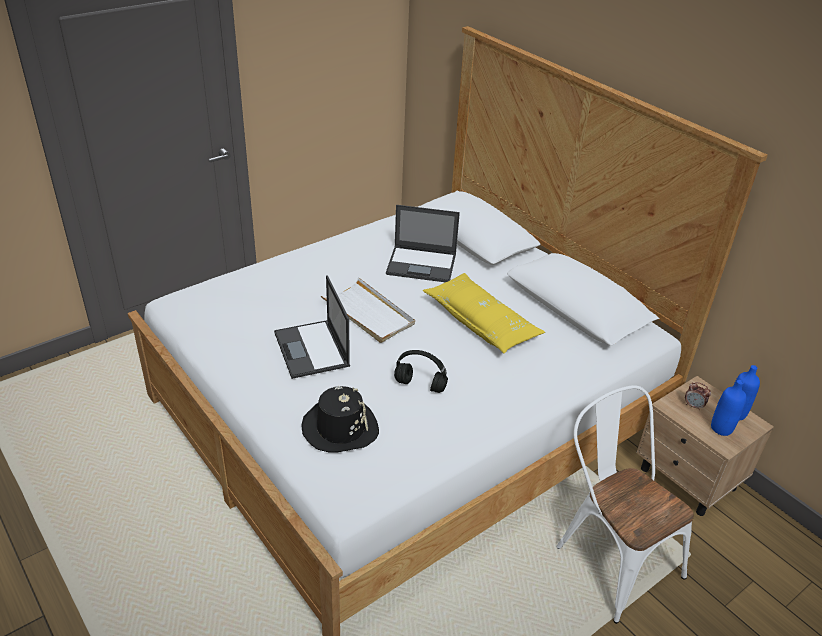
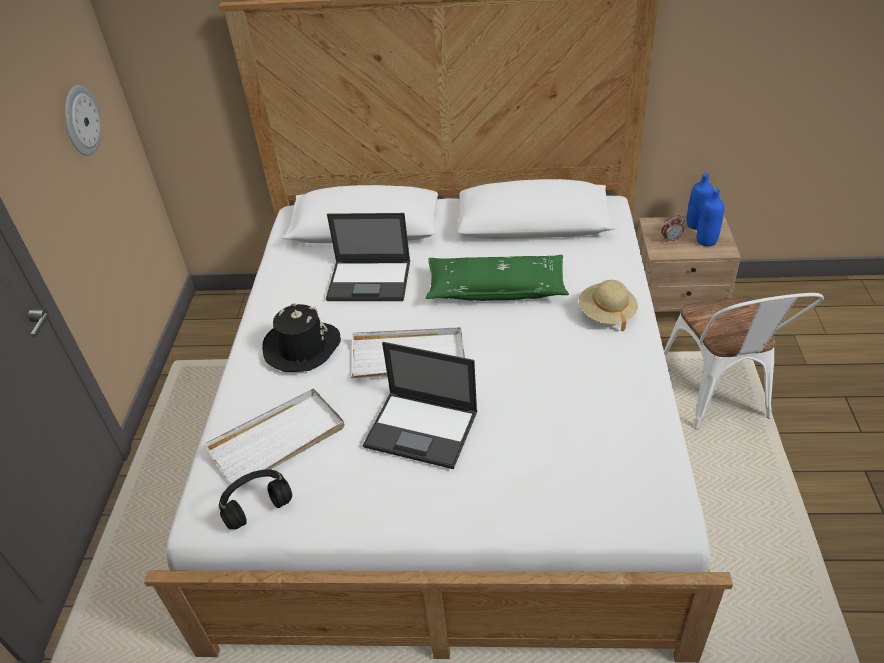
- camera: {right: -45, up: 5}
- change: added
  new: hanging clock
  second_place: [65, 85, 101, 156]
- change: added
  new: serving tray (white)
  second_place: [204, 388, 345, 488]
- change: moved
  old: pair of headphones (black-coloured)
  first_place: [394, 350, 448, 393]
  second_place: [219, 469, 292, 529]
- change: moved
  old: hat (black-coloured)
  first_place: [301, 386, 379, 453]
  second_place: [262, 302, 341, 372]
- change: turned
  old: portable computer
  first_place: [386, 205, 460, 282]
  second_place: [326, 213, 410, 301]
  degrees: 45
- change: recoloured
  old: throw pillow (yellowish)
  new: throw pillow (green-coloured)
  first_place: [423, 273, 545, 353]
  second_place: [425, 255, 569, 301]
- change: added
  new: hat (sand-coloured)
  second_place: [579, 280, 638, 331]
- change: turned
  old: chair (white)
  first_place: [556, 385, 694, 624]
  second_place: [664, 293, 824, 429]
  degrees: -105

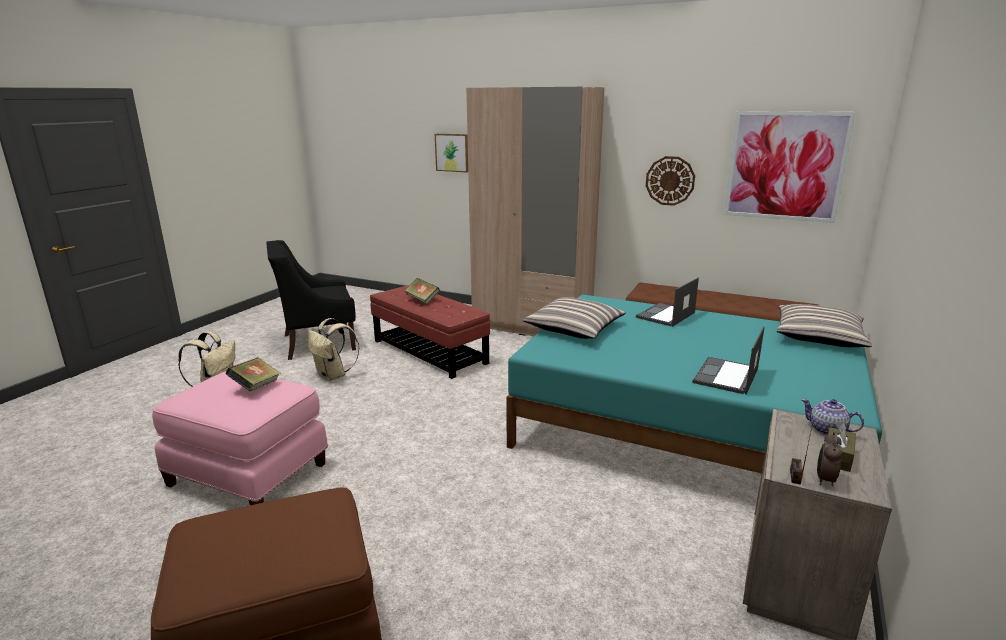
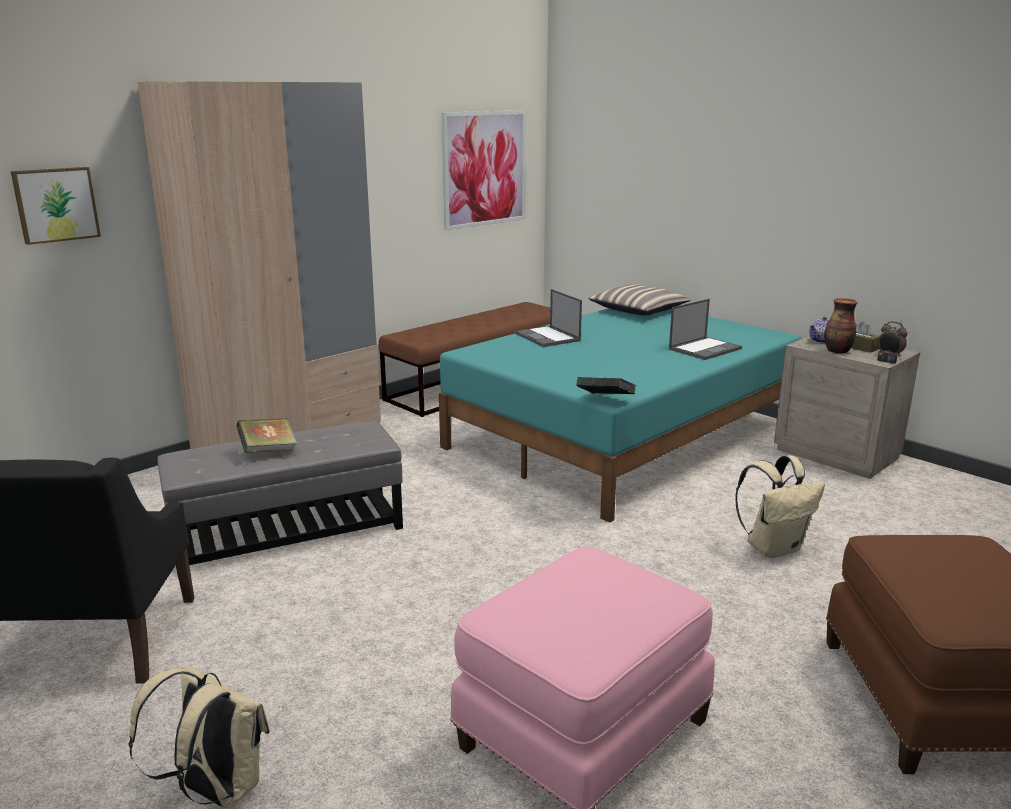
- camera: {right: -70, up: 0}
- change: recoloured
  old: footrest (red-coloured)
  new: footrest (greyish)
  first_place: [370, 285, 490, 379]
  second_place: [158, 421, 403, 565]
- change: moved
  old: book
  first_place: [226, 357, 281, 391]
  second_place: [576, 377, 636, 394]
- change: turned
  old: portable computer
  first_place: [692, 326, 765, 395]
  second_place: [669, 299, 742, 360]
  degrees: -90
- change: moved
  old: knapsack (sand-coloured)
  first_place: [308, 318, 359, 381]
  second_place: [735, 455, 825, 558]
- change: added
  new: vase
  second_place: [824, 298, 858, 354]
- change: removed
  old: throw pillow
  first_place: [522, 297, 626, 339]
- change: removed
  old: hanging clock
  first_place: [646, 156, 695, 206]

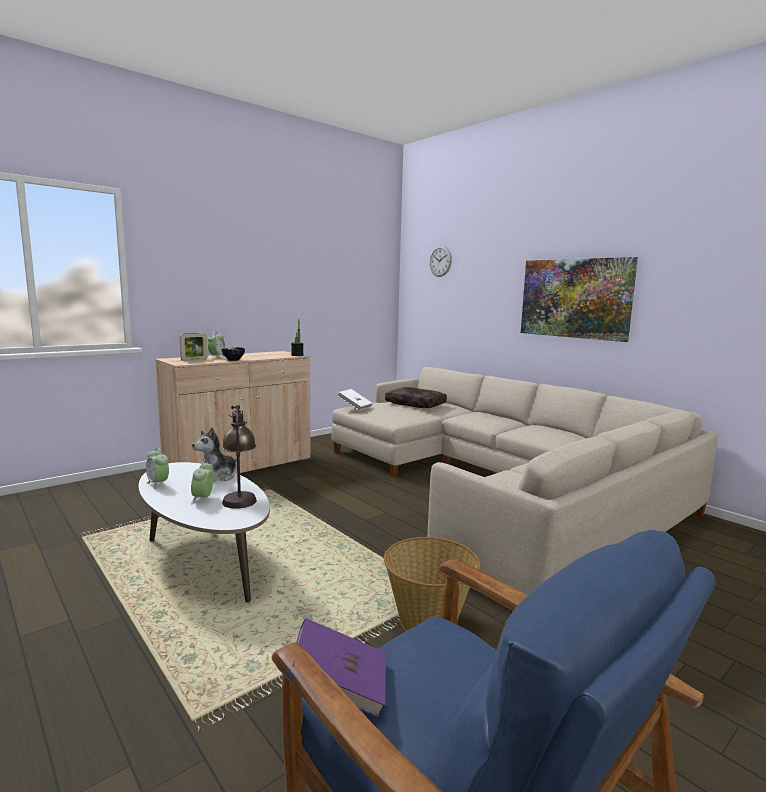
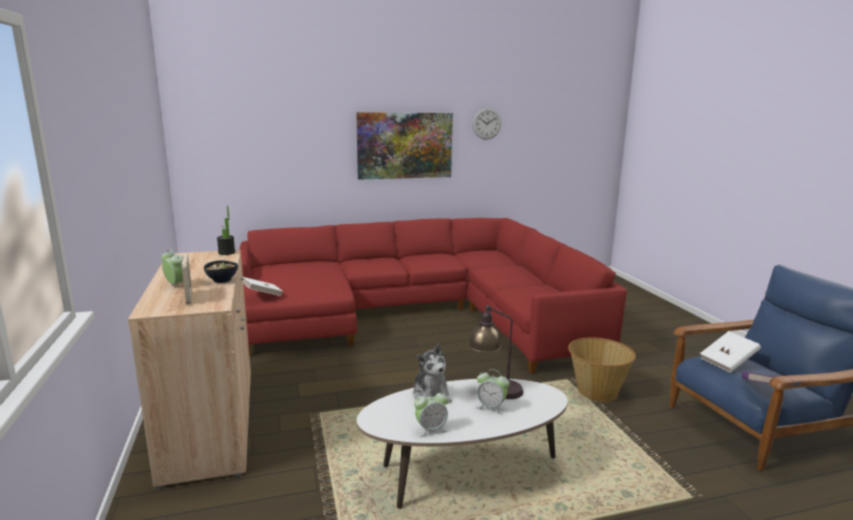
- camera: {right: -65, up: 5}
- change: recoloured
  old: sofa (sand-coloured)
  new: sofa (red-coloured)
  first_place: [331, 367, 718, 595]
  second_place: [239, 218, 627, 374]
- change: moved
  old: hanging clock
  first_place: [429, 246, 452, 277]
  second_place: [472, 108, 501, 140]
- change: added
  new: book (white)
  second_place: [700, 331, 761, 373]
- change: removed
  old: throw pillow (brown)
  first_place: [385, 387, 447, 408]

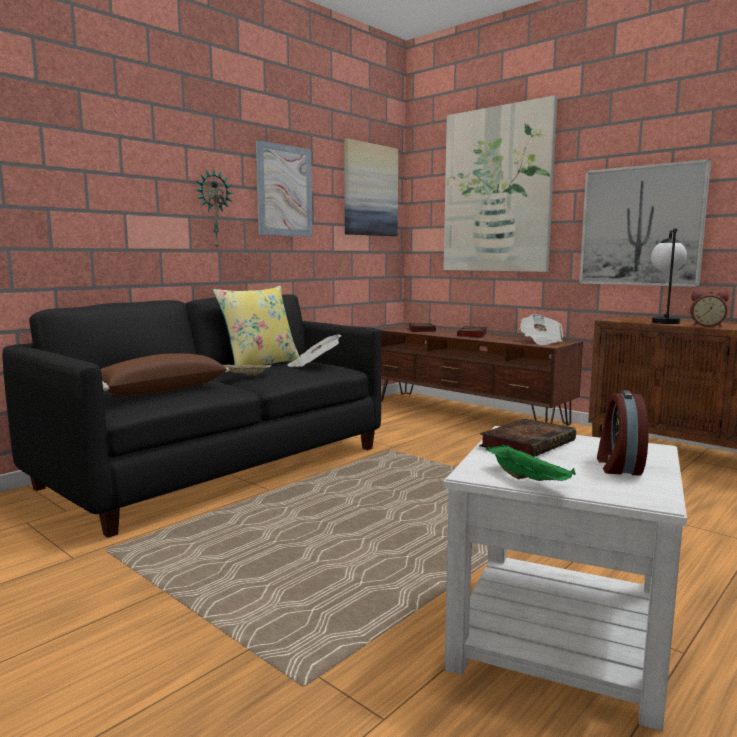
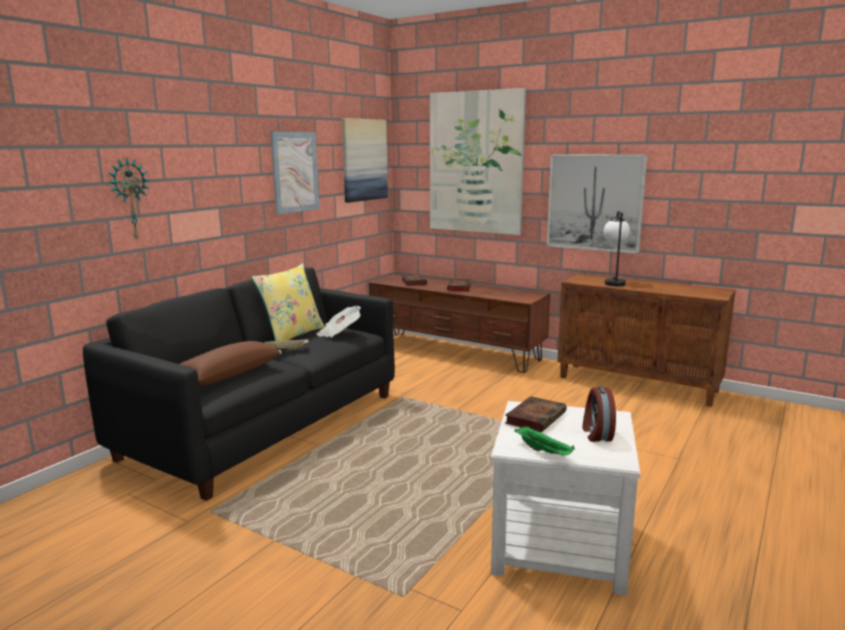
- camera: {right: -10, up: 5}
- change: moved
  old: hanging clock
  first_place: [196, 170, 232, 247]
  second_place: [108, 157, 150, 240]
- change: removed
  old: printed paper
  first_place: [520, 314, 563, 345]
- change: removed
  old: bedside clock
  first_place: [690, 291, 729, 327]

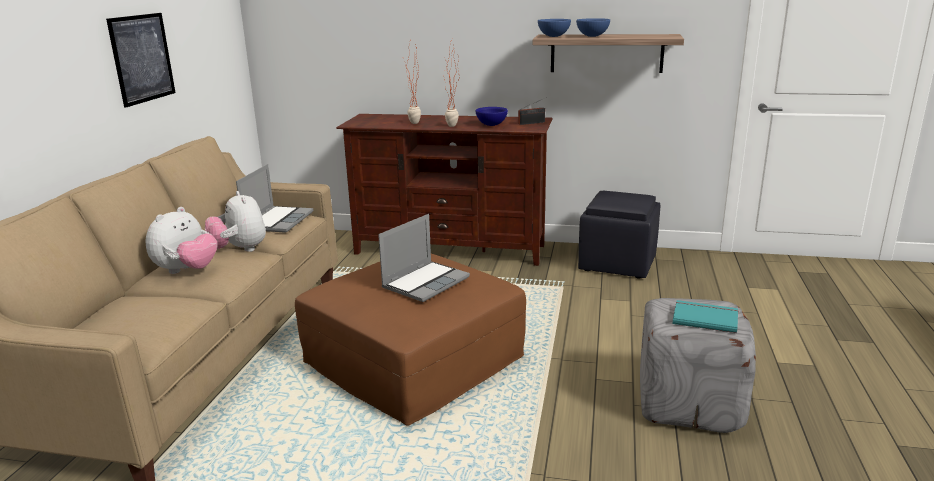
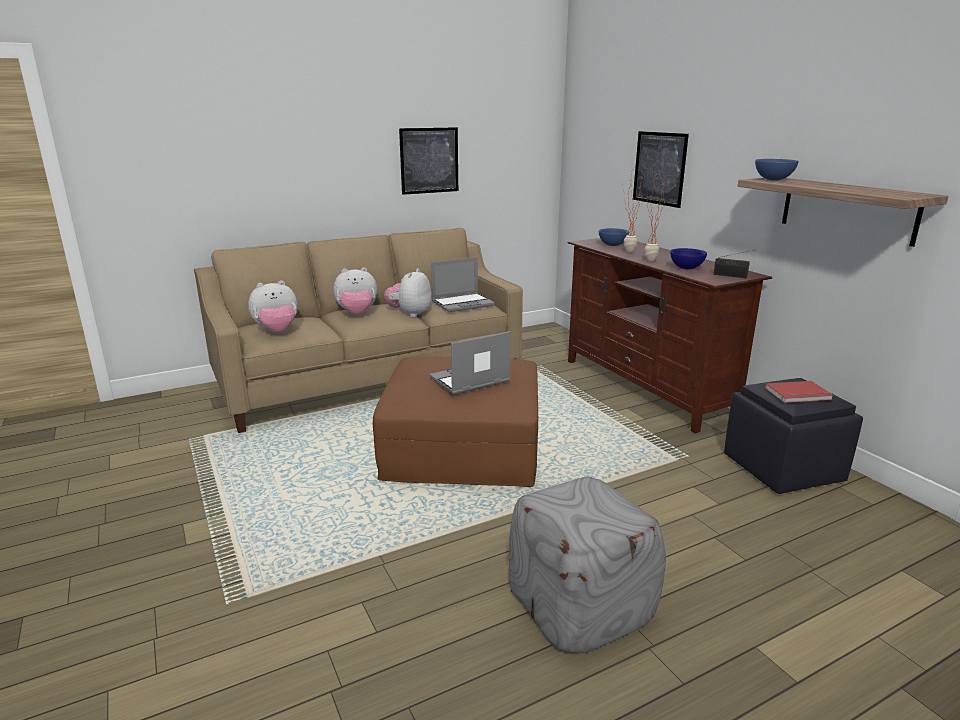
- camera: {right: 50, up: 0}
- change: added
  new: plush toy
  second_place: [248, 281, 297, 332]
- change: turned
  old: portable computer
  first_place: [378, 214, 470, 302]
  second_place: [429, 331, 511, 395]
  degrees: 150
- change: moved
  old: bowl (blue-coloured)
  first_place: [576, 18, 610, 37]
  second_place: [599, 228, 629, 246]
- change: added
  new: picture
  second_place: [633, 131, 689, 208]
- change: added
  new: book (red-coloured)
  second_place: [765, 381, 833, 403]
- change: removed
  old: book (turquoise)
  first_place: [673, 300, 738, 333]

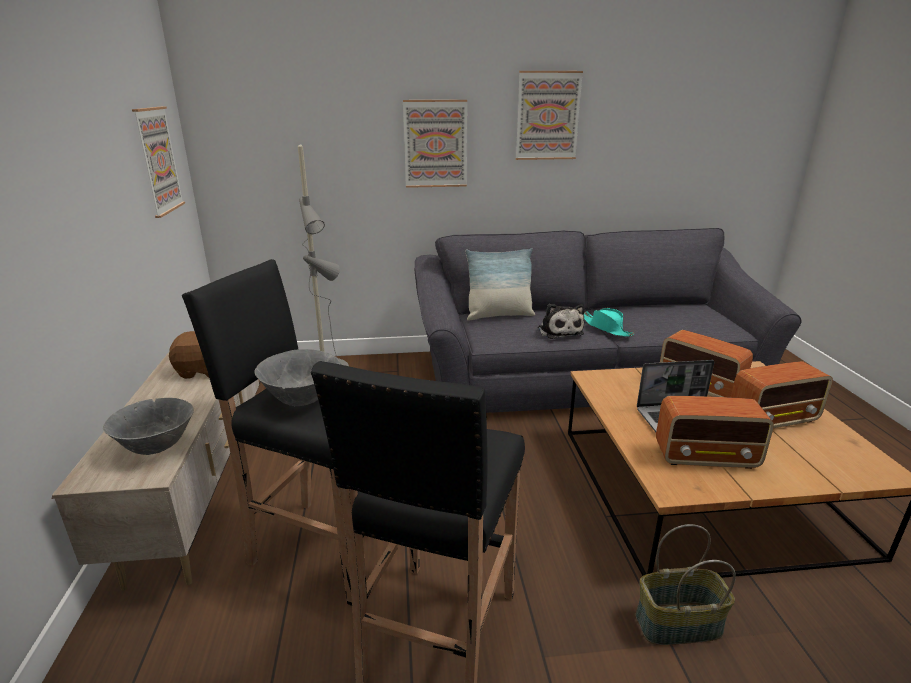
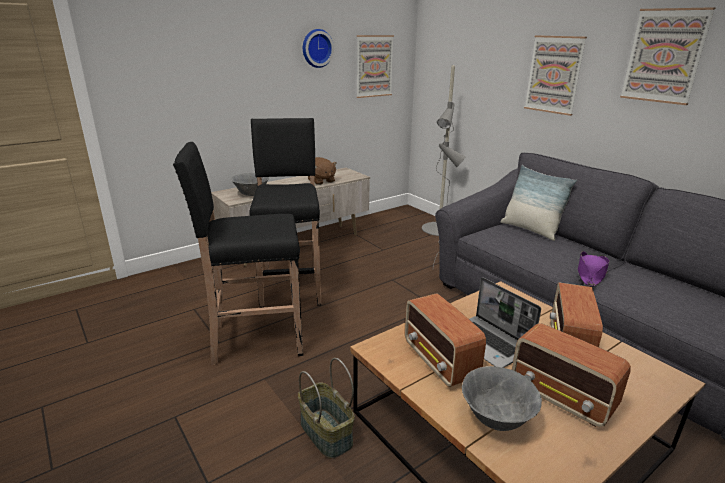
- camera: {right: 60, up: 0}
- change: added
  new: hanging clock
  second_place: [303, 29, 334, 68]
- change: moved
  old: bowl (greyish)
  first_place: [255, 349, 340, 406]
  second_place: [462, 366, 542, 431]
- change: recoloured
  old: hat (turquoise)
  new: hat (purplish)
  first_place: [584, 308, 634, 337]
  second_place: [578, 251, 609, 286]
- change: removed
  old: plush toy
  first_place: [538, 304, 585, 339]

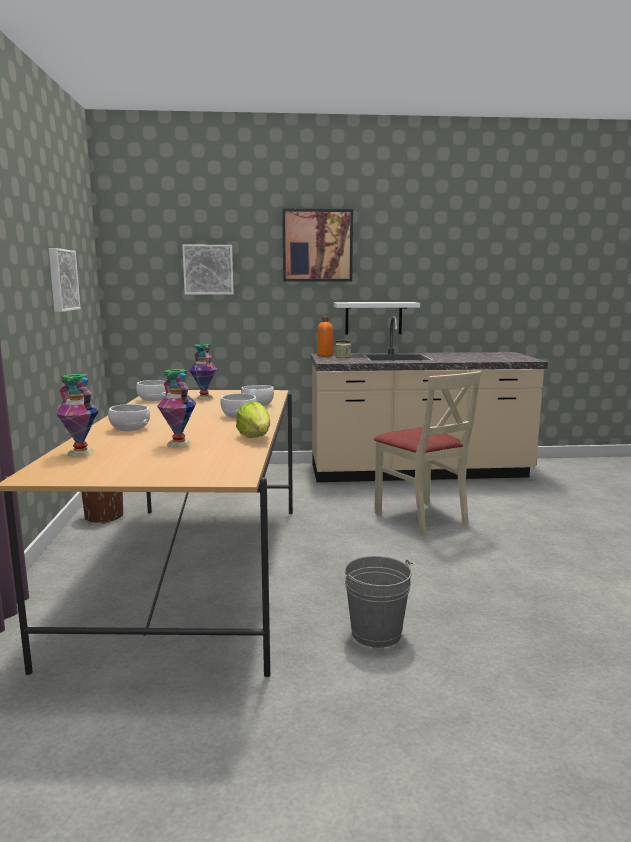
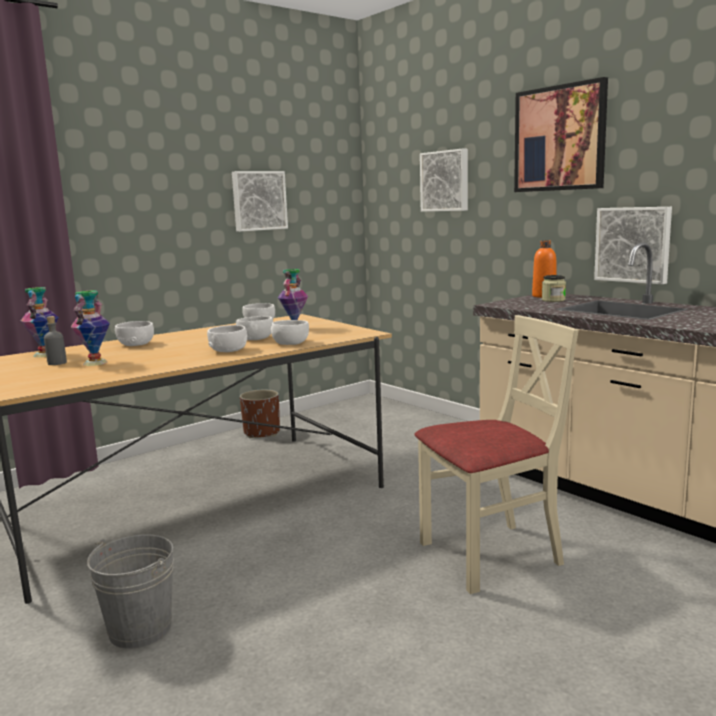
- camera: {right: 55, up: 0}
- change: added
  new: beverage bottle (greyish)
  second_place: [44, 316, 67, 365]
- change: added
  new: bowl (white)
  second_place: [236, 316, 273, 340]
- change: turned
  old: chair (sand-coloured)
  first_place: [374, 371, 482, 536]
  second_place: [414, 315, 579, 594]
  degrees: -135
- change: replaced
  old: wall shelf (white)
  new: picture
  first_place: [334, 302, 420, 335]
  second_place: [594, 207, 672, 284]
- change: removed
  old: lettuce
  first_place: [236, 401, 270, 438]

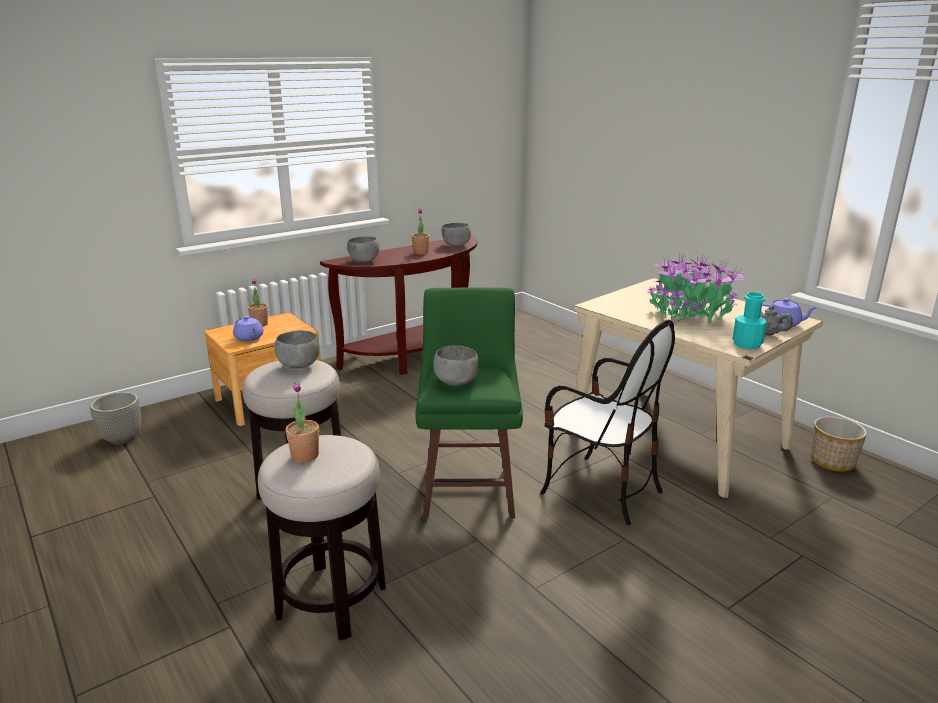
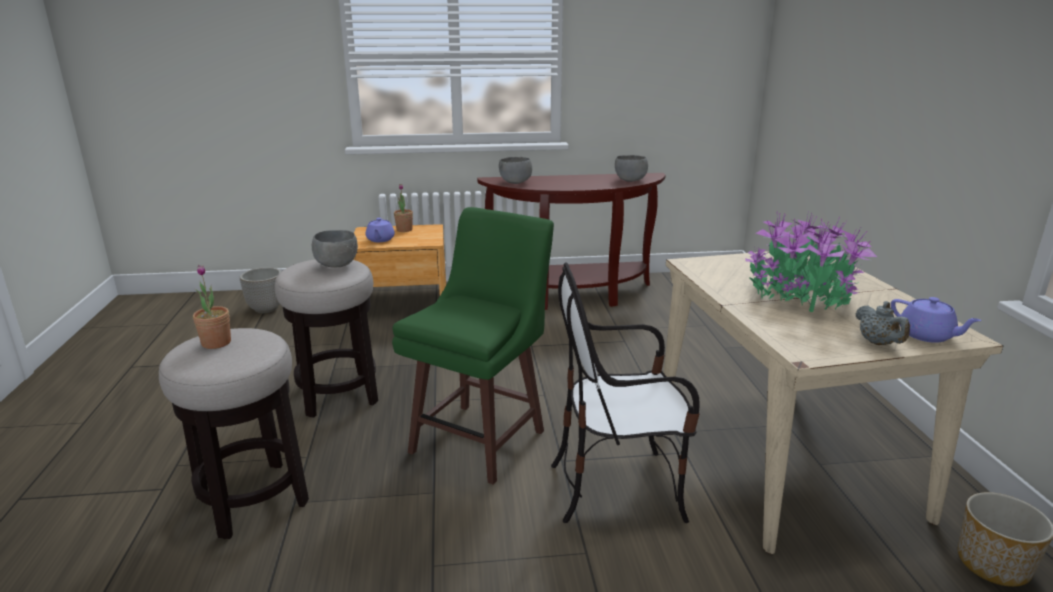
- camera: {right: 30, up: 0}
- change: turned
  old: chair
  first_place: [540, 320, 675, 525]
  second_place: [551, 262, 700, 523]
  degrees: 105
- change: removed
  old: potted plant
  first_place: [412, 209, 429, 254]
- change: removed
  old: bowl (greyish)
  first_place: [433, 345, 479, 386]
- change: removed
  old: beverage bottle (turquoise)
  first_place: [732, 292, 767, 349]

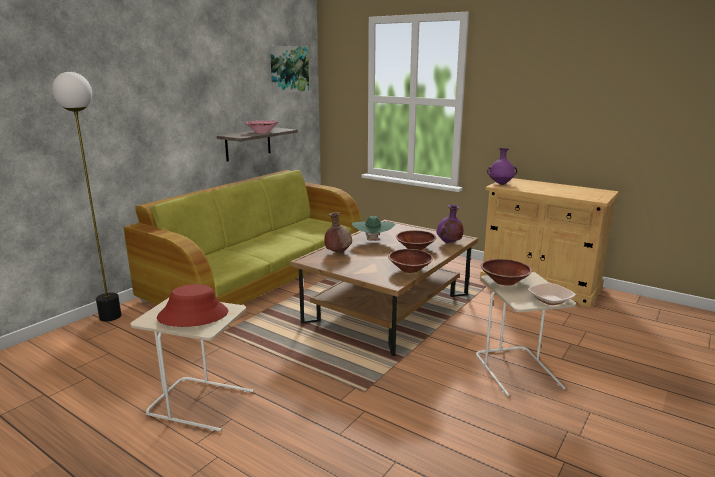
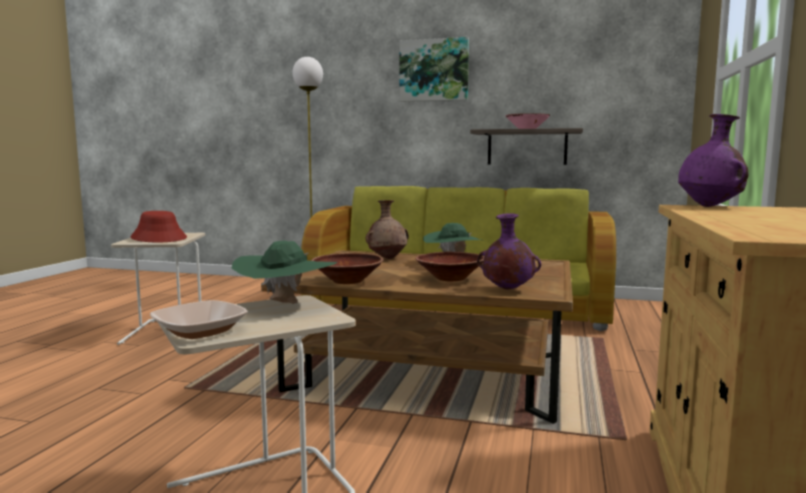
- camera: {right: 70, up: -10}
- change: replaced
  old: bowl (brown)
  new: hat (green-coloured)
  first_place: [481, 259, 532, 286]
  second_place: [231, 241, 337, 304]
- change: moved
  old: picture
  first_place: [270, 46, 309, 94]
  second_place: [399, 37, 469, 102]

